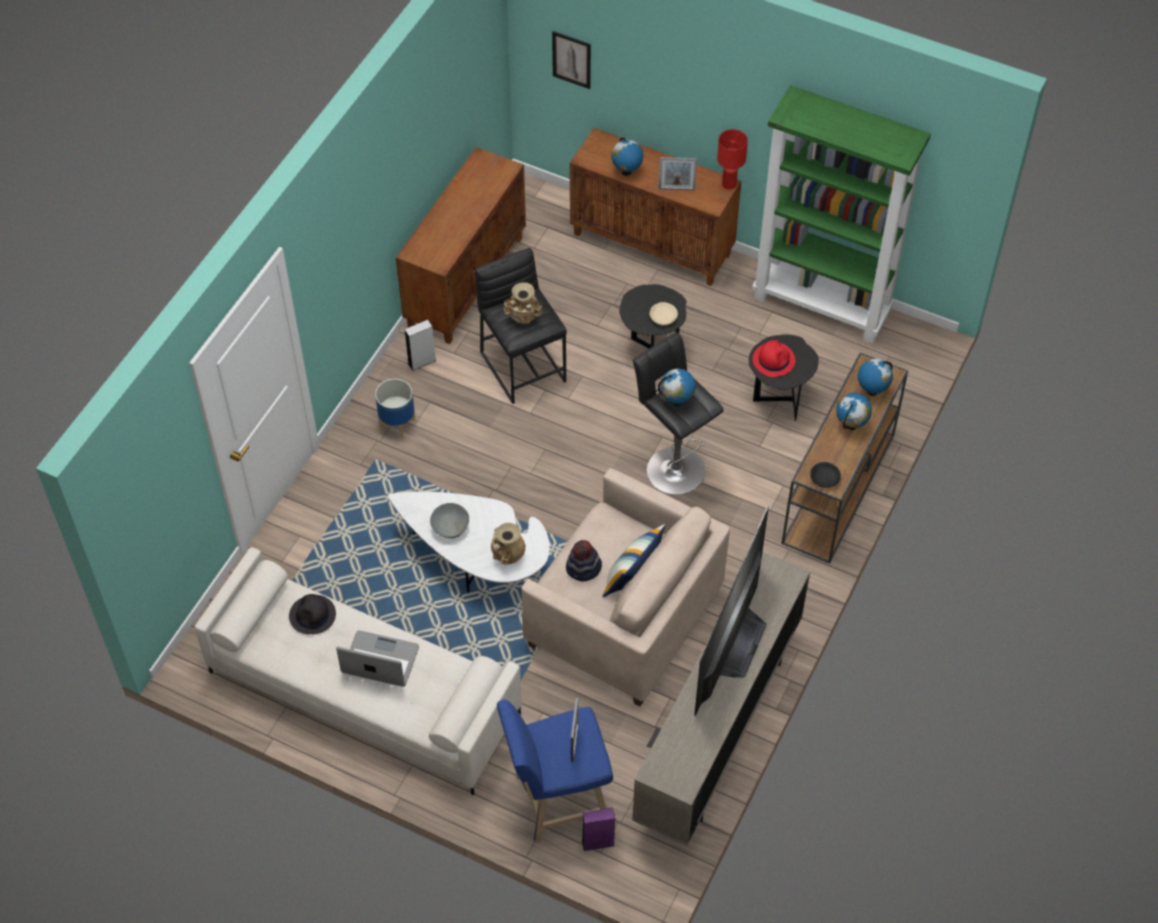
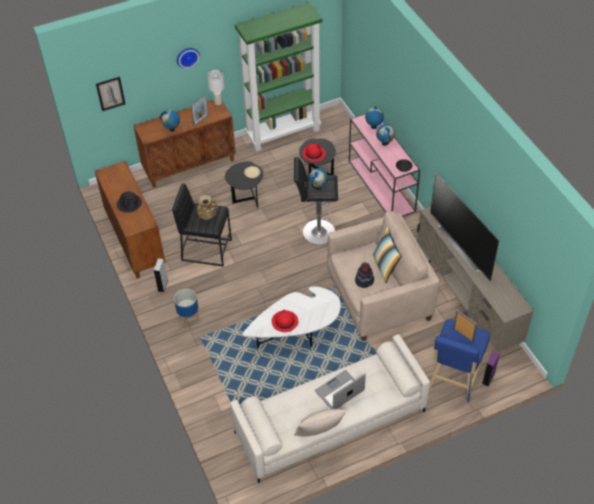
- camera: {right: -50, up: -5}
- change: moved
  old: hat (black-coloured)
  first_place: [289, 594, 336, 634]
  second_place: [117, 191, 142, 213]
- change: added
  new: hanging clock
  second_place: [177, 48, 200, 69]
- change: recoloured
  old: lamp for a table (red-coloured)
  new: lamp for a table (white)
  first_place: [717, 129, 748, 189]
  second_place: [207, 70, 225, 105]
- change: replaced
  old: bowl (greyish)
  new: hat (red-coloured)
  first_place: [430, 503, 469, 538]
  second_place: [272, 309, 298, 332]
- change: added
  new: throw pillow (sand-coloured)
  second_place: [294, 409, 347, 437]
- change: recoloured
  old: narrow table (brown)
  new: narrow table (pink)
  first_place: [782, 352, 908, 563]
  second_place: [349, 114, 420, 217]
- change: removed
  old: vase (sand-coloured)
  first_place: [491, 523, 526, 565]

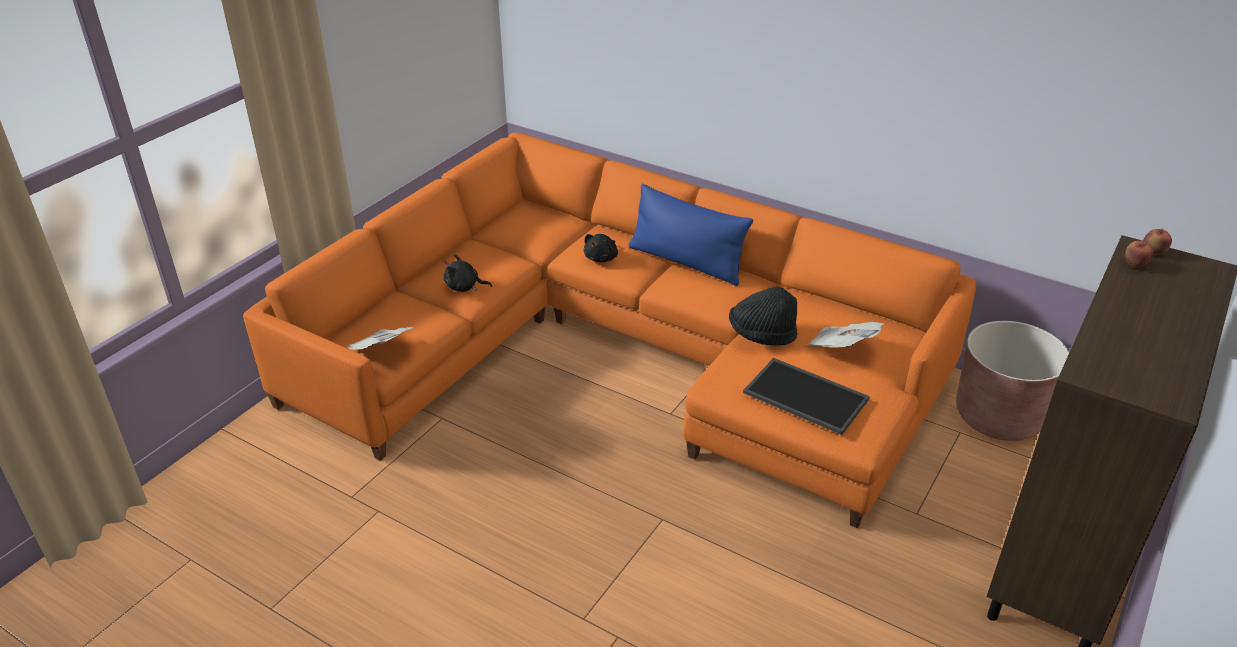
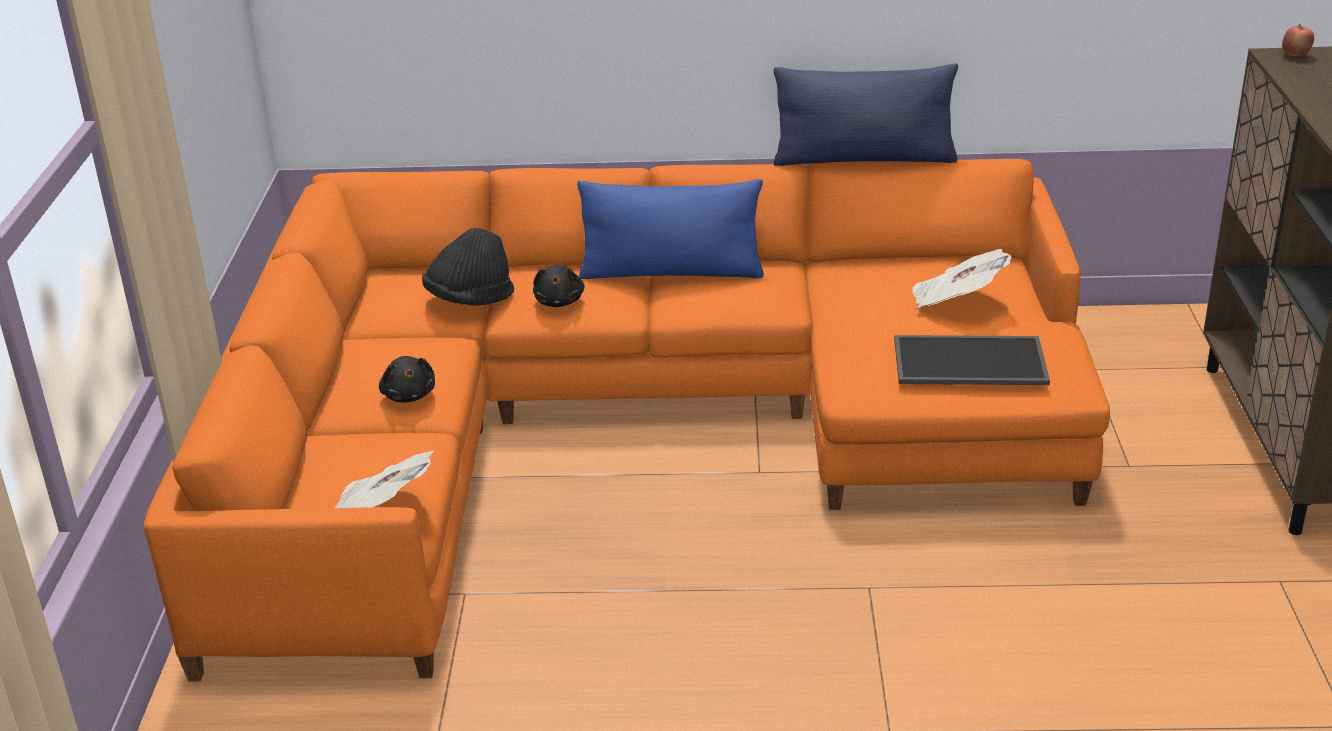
- camera: {right: -30, up: -5}
- change: turned
  old: plush toy (black-coloured)
  first_place: [444, 254, 492, 292]
  second_place: [379, 356, 435, 402]
  degrees: -90
- change: moved
  old: hat (black-coloured)
  first_place: [729, 287, 798, 346]
  second_place: [422, 228, 514, 306]
- change: added
  new: throw pillow (blue-coloured)
  second_place: [774, 64, 958, 166]
- change: removed
  old: flower pot (brown)
  first_place: [956, 321, 1069, 441]
- change: removed
  old: apple
  first_place: [1125, 241, 1153, 268]

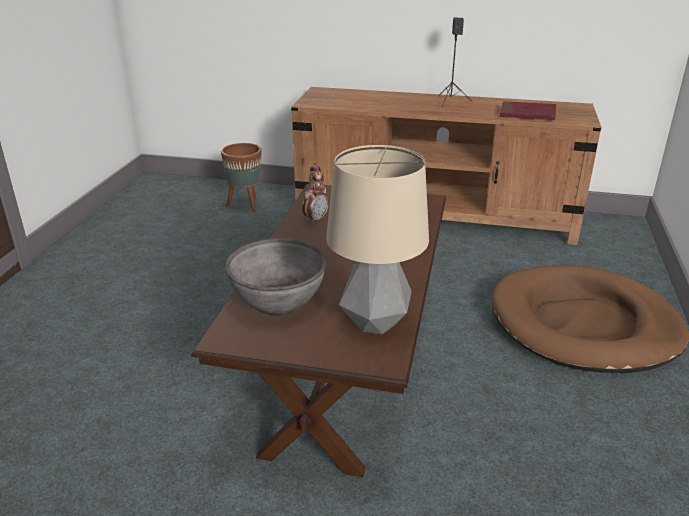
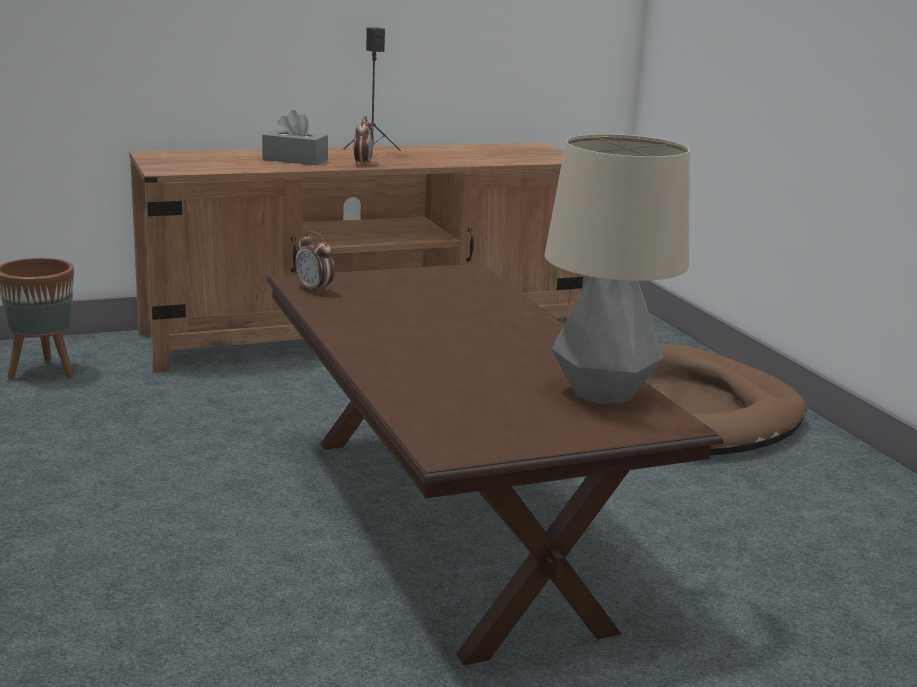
- camera: {right: -35, up: -10}
- change: added
  new: tissue holder (greyish)
  second_place: [262, 110, 328, 165]
- change: moved
  old: bedside clock
  first_place: [302, 182, 329, 223]
  second_place: [354, 116, 374, 166]
- change: removed
  old: bowl (greyish)
  first_place: [225, 238, 327, 315]
- change: removed
  old: book (red-coloured)
  first_place: [500, 101, 556, 120]

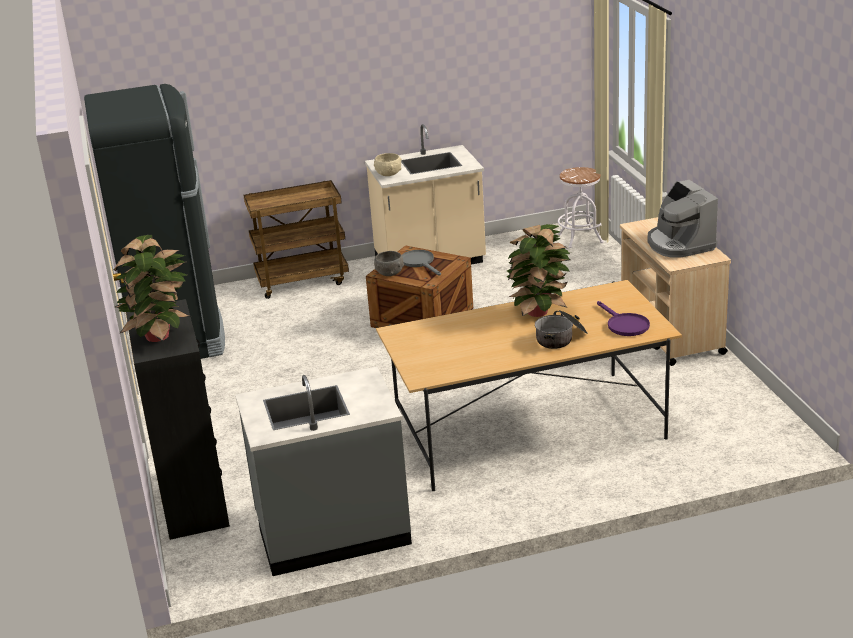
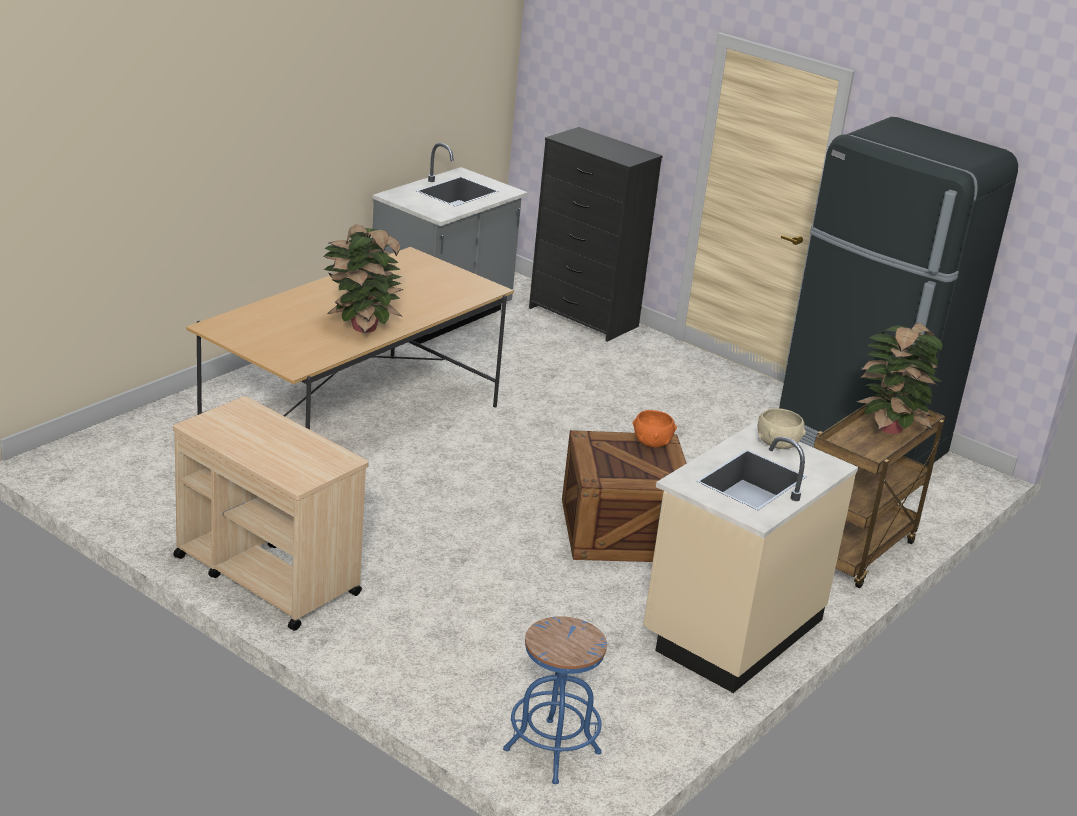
- camera: {right: 140, up: 0}
- change: recoloured
  old: stool seat (white)
  new: stool seat (blue-coloured)
  first_place: [558, 167, 604, 248]
  second_place: [503, 616, 607, 784]
- change: recoloured
  old: bowl (greyish)
  new: bowl (orange-coloured)
  first_place: [374, 251, 404, 276]
  second_place: [633, 410, 677, 448]
- change: moved
  old: potted plant
  first_place: [114, 235, 191, 342]
  second_place: [856, 323, 942, 434]
- change: removed
  old: frying pan (greyish)
  first_place: [402, 250, 441, 276]
- change: removed
  old: cooking pot
  first_place: [535, 310, 588, 349]
- change: removed
  old: frying pan (purplish)
  first_place: [597, 301, 650, 336]
- change: removed
  old: coffee machine
  first_place: [648, 180, 718, 258]

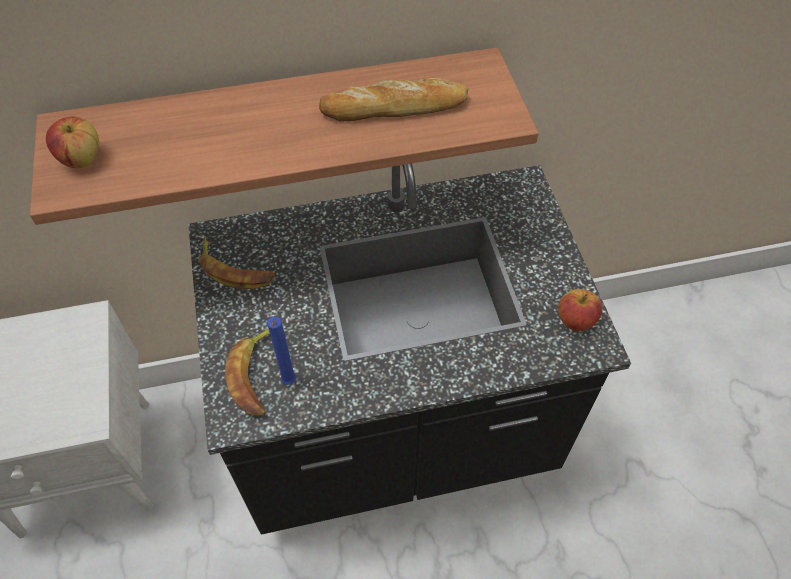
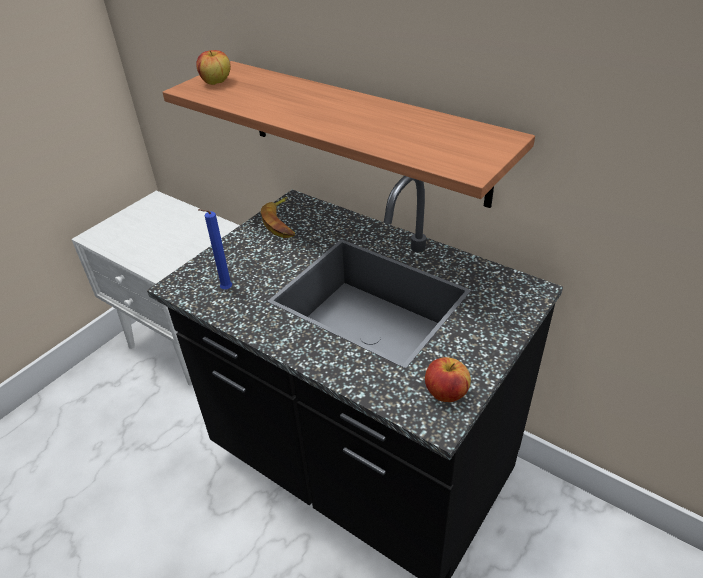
- camera: {right: 50, up: -15}
- change: removed
  old: banana fruit
  first_place: [225, 328, 270, 416]
- change: removed
  old: bakery bread
  first_place: [319, 78, 468, 122]

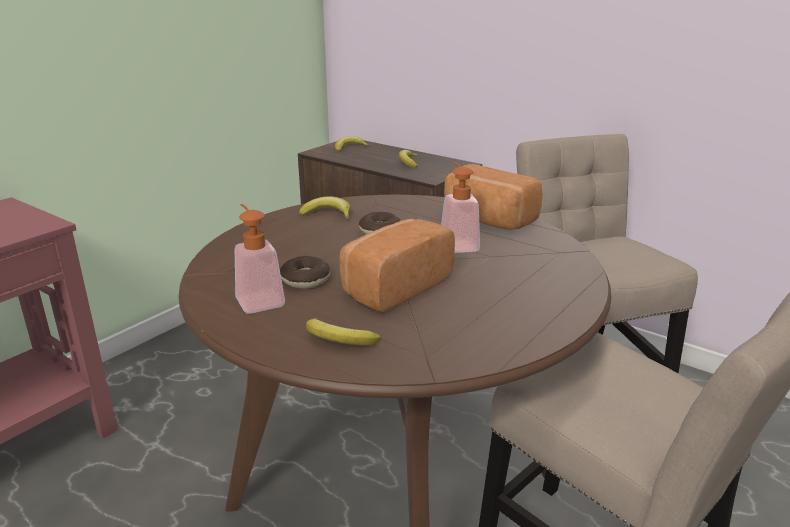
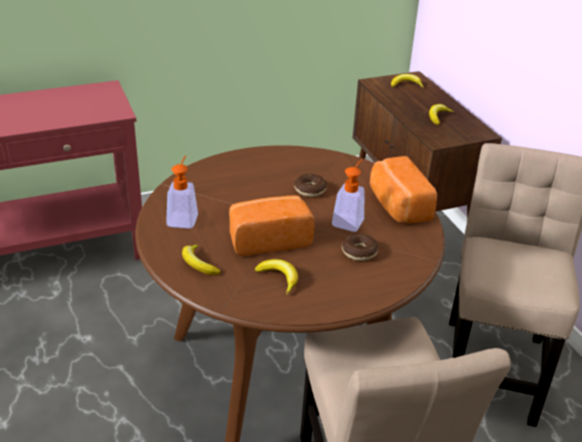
- camera: {right: 30, up: 10}
- change: moved
  old: banana fruit
  first_place: [299, 196, 350, 219]
  second_place: [255, 259, 298, 295]
- change: moved
  old: donut
  first_place: [280, 256, 330, 289]
  second_place: [342, 233, 378, 261]

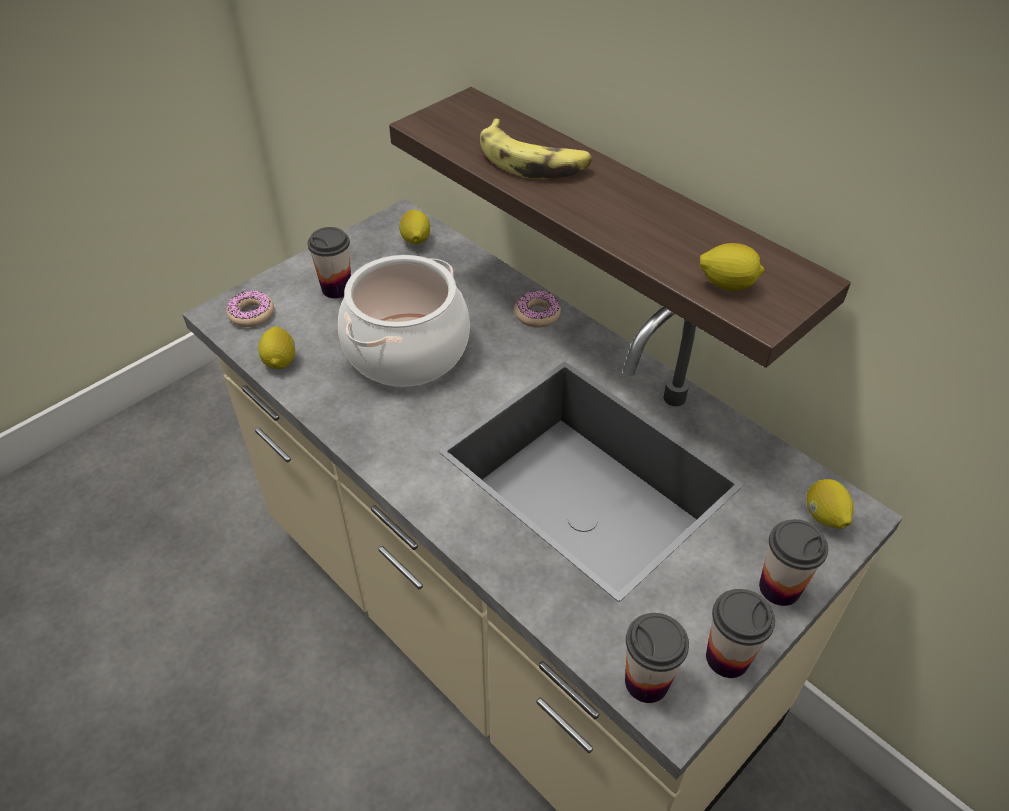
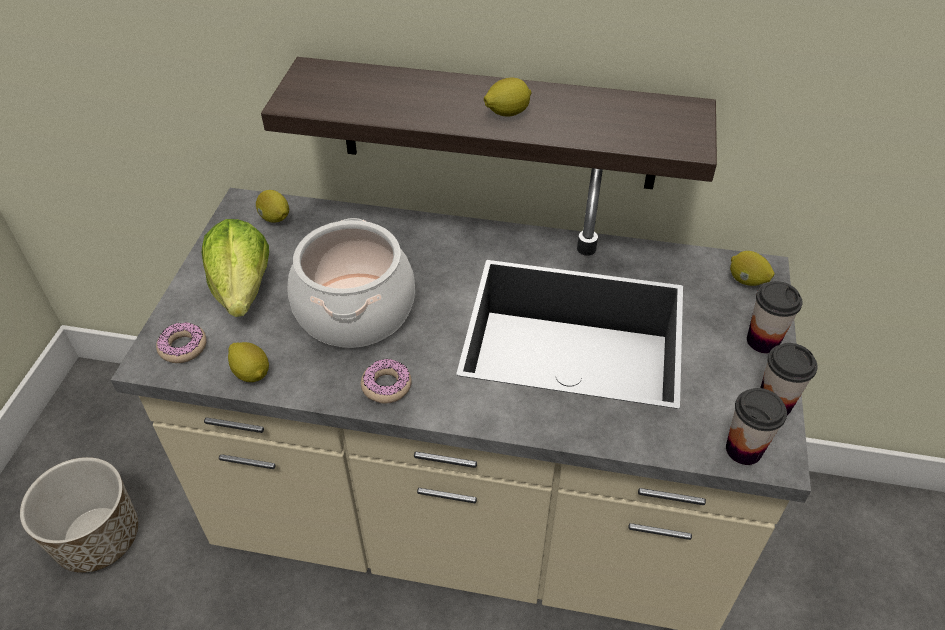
- camera: {right: -35, up: 0}
- change: added
  new: flower pot
  second_place: [20, 457, 138, 573]
- change: replaced
  old: small cup
  new: lettuce
  first_place: [308, 227, 351, 298]
  second_place: [202, 219, 269, 317]
- change: moved
  old: donut
  first_place: [514, 290, 561, 328]
  second_place: [361, 359, 412, 404]
- change: moved
  old: lemon
  first_place: [700, 243, 765, 291]
  second_place: [484, 78, 531, 116]
- change: removed
  old: banana fruit
  first_place: [480, 119, 592, 179]

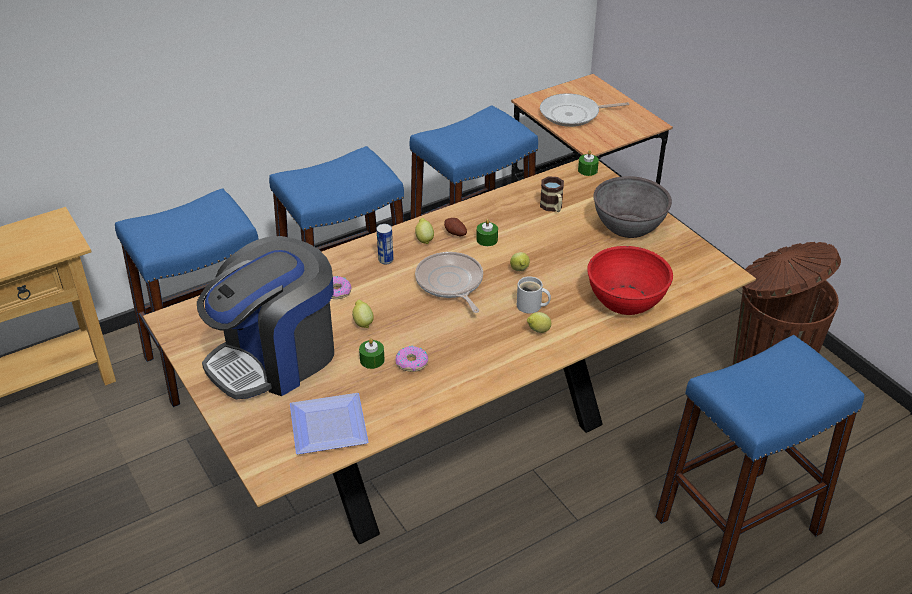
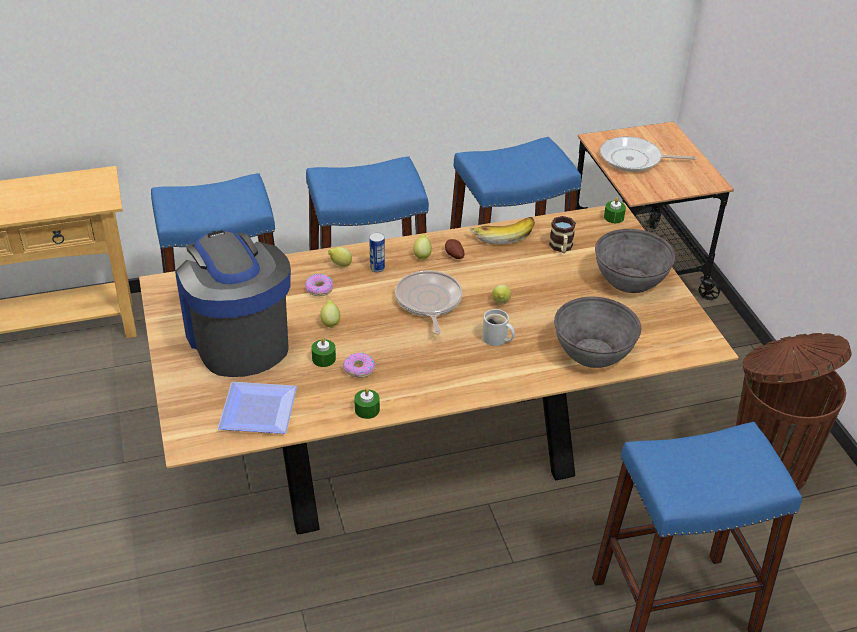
- camera: {right: 15, up: 0}
- change: turned
  old: coffee machine
  first_place: [197, 236, 334, 400]
  second_place: [175, 230, 291, 377]
  degrees: 90
- change: moved
  old: lemon
  first_place: [527, 312, 551, 333]
  second_place: [328, 247, 352, 267]
- change: moved
  old: candle (green-coloured)
  first_place: [476, 219, 498, 246]
  second_place: [354, 388, 380, 419]
- change: added
  new: banana fruit
  second_place: [469, 217, 535, 244]
- change: recoloured
  old: bowl (red-coloured)
  new: bowl (greyish)
  first_place: [587, 246, 673, 315]
  second_place: [554, 297, 641, 368]

